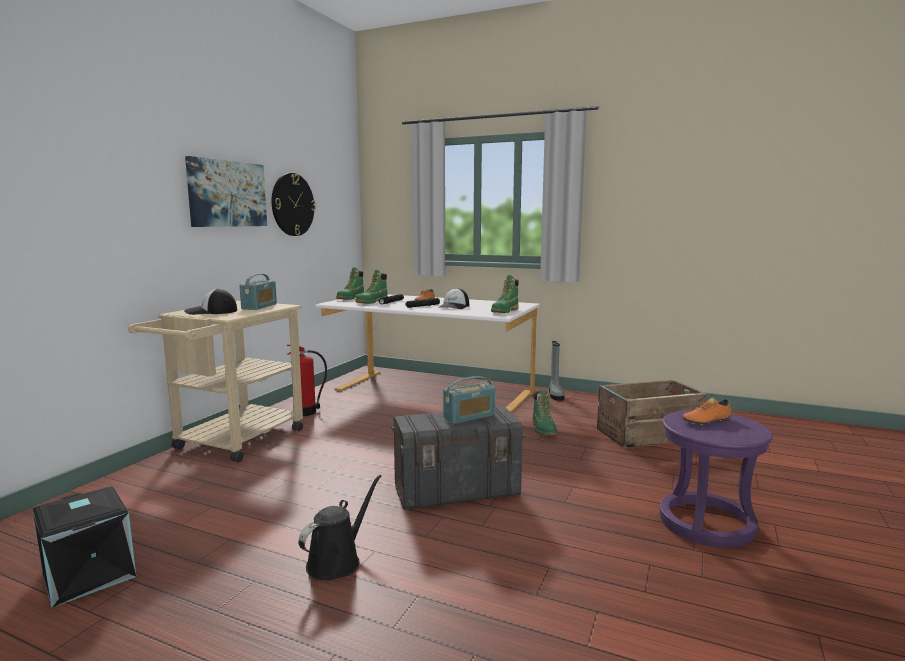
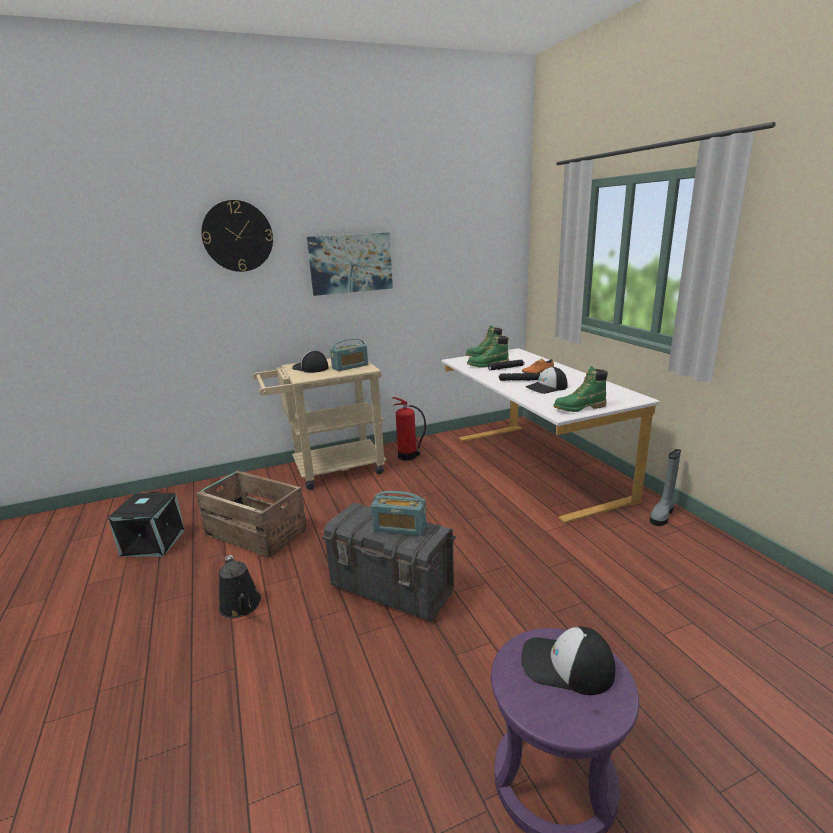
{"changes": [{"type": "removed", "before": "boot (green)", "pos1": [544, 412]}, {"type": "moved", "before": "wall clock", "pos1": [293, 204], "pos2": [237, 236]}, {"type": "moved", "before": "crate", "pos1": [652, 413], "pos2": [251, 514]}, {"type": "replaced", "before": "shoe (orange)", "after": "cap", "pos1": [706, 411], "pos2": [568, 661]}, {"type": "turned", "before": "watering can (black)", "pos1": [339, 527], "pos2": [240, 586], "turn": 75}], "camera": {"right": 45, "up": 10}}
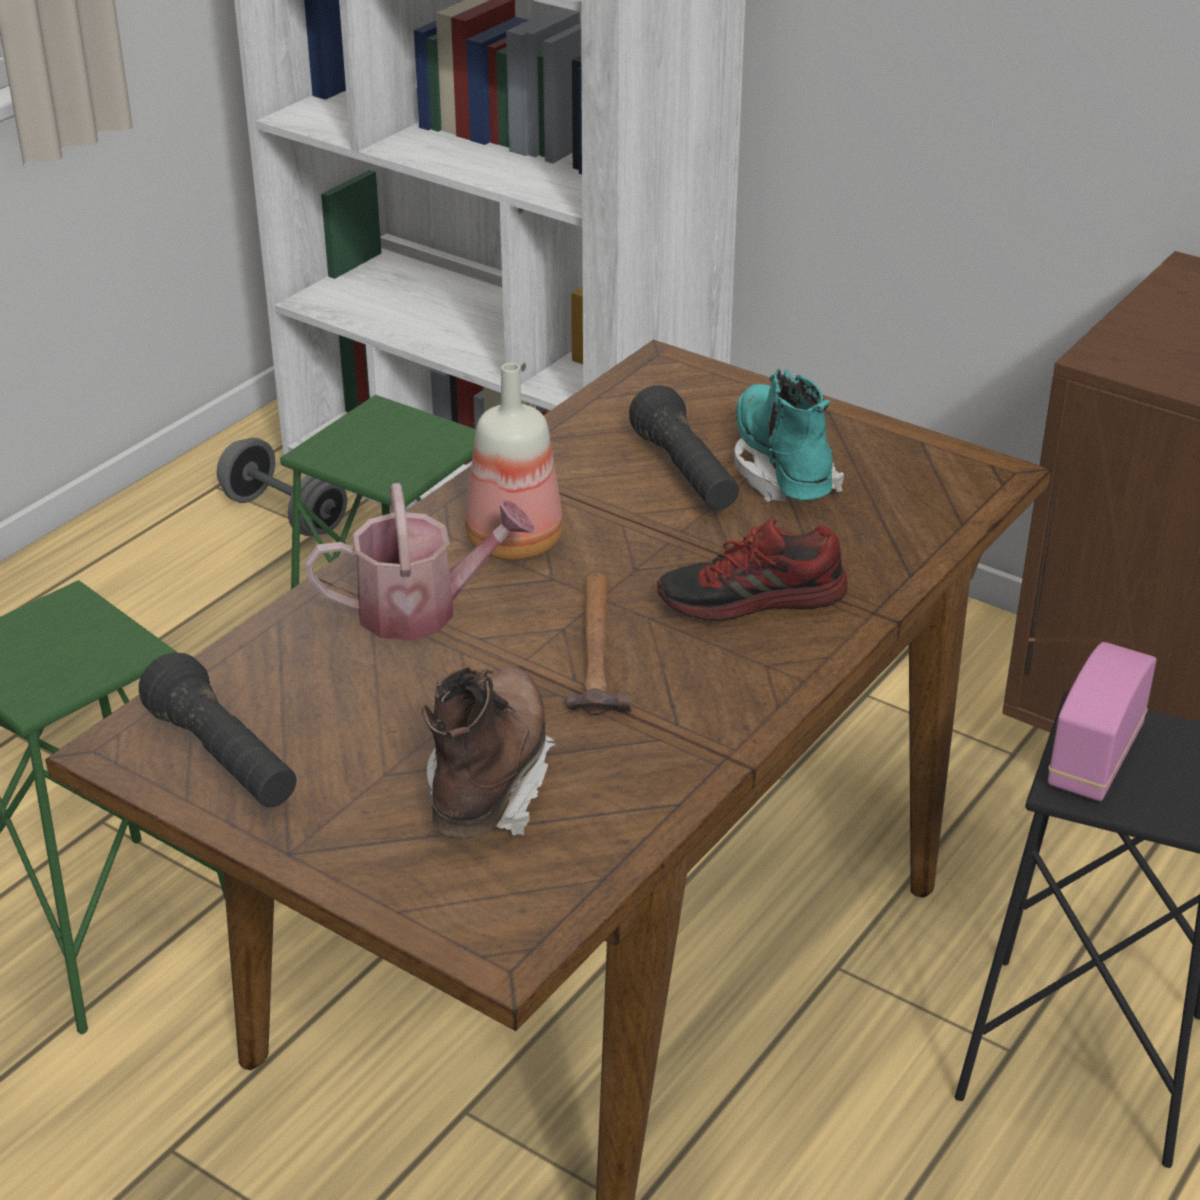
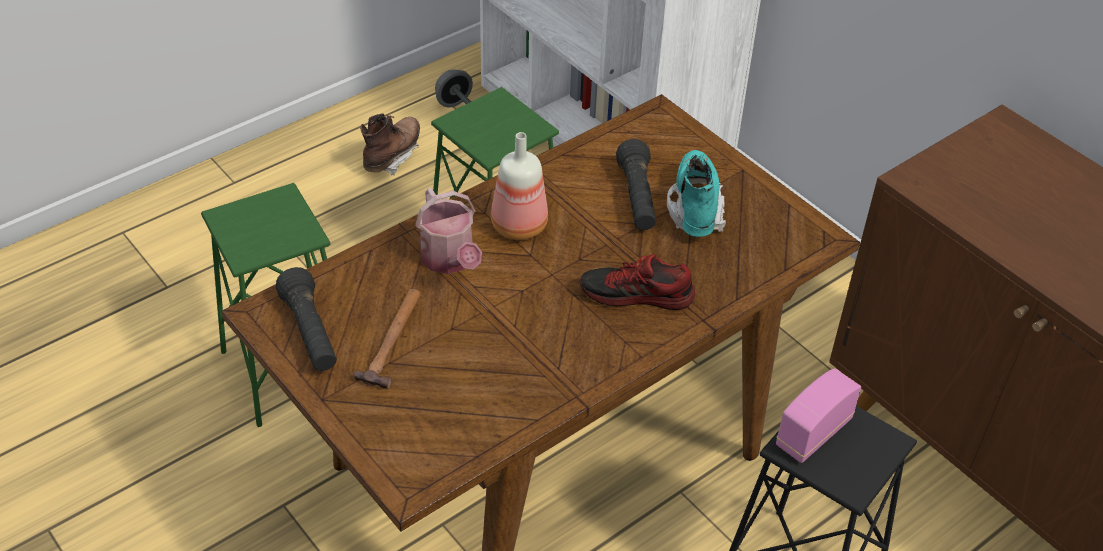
{"changes": [{"type": "moved", "before": "boot (brown)", "pos1": [489, 753], "pos2": [390, 144]}, {"type": "moved", "before": "hammer", "pos1": [598, 644], "pos2": [387, 339]}, {"type": "turned", "before": "watering can", "pos1": [420, 562], "pos2": [448, 231], "turn": 60}], "camera": {"right": 15, "up": 10}}
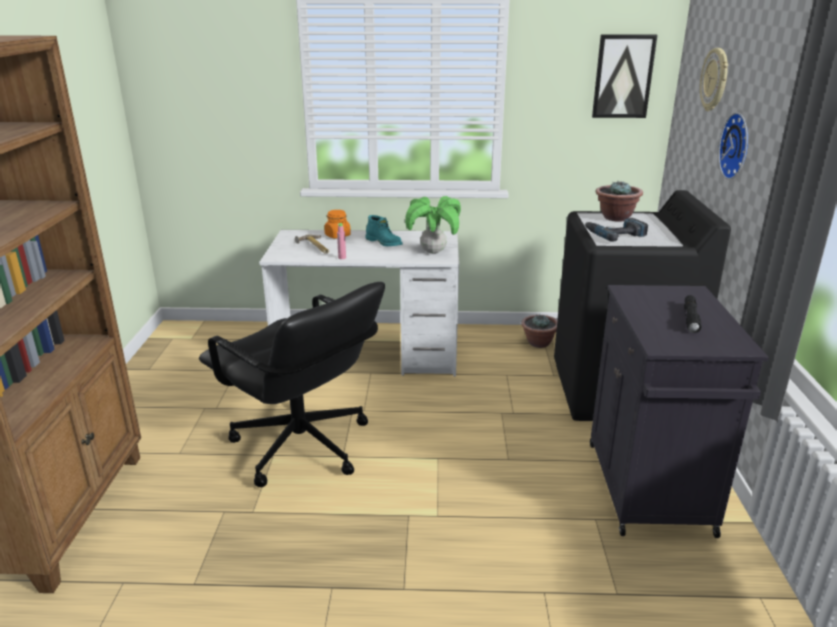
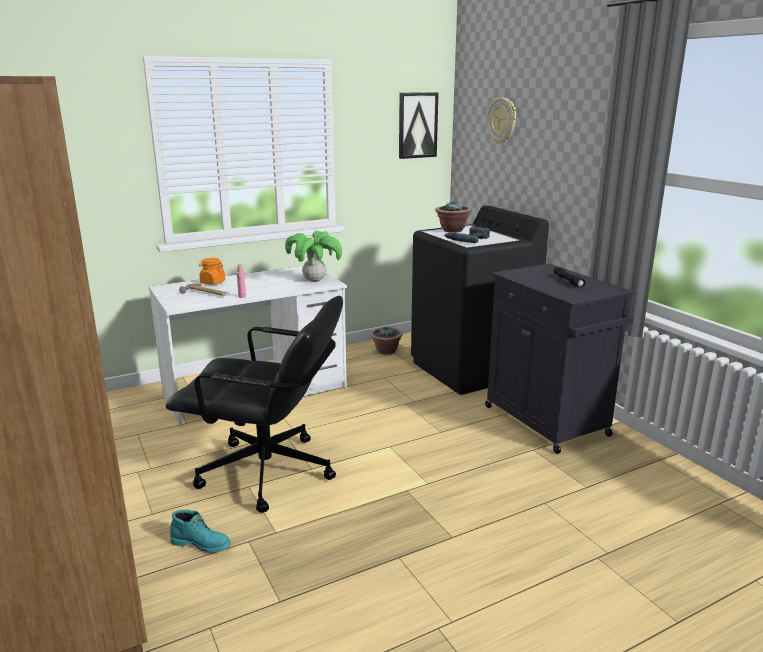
{"changes": [{"type": "removed", "before": "wall clock", "pos1": [733, 146]}, {"type": "moved", "before": "boot (turquoise)", "pos1": [384, 230], "pos2": [200, 531]}], "camera": {"right": -30, "up": -5}}
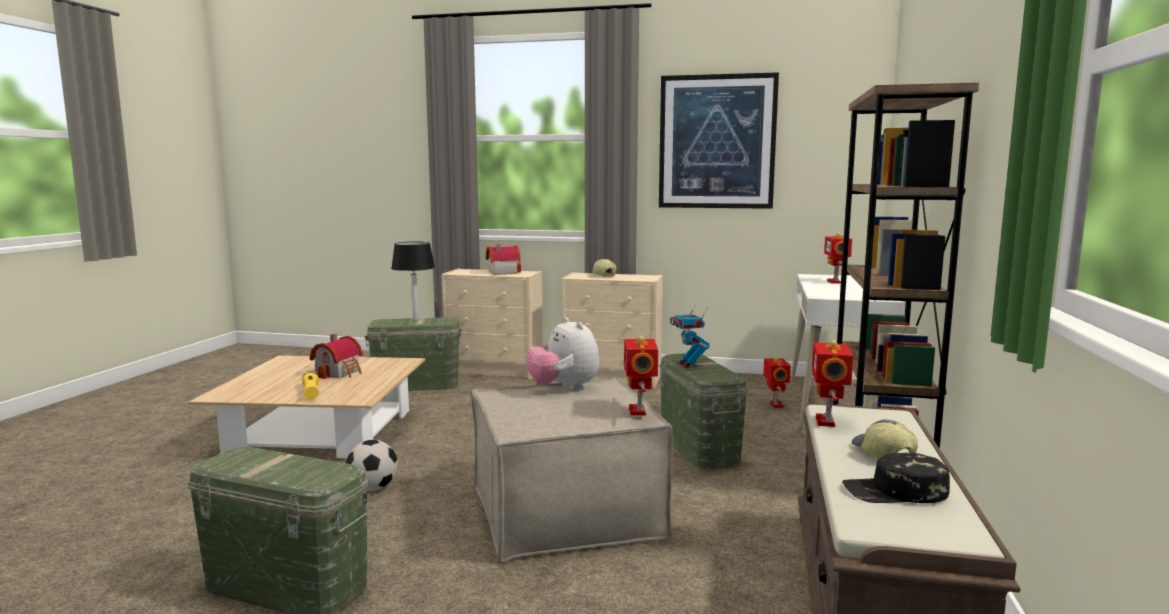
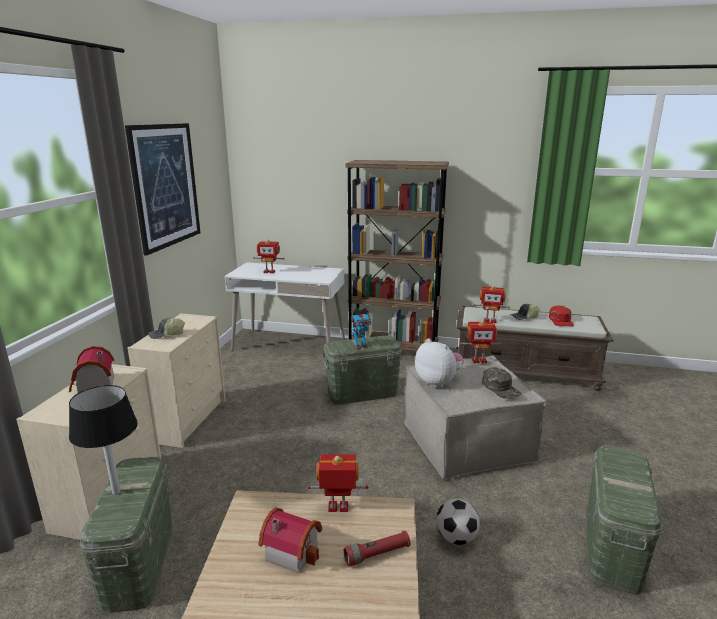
{"changes": [{"type": "added", "after": "cap (green)", "pos2": [502, 383]}, {"type": "moved", "before": "toy robot", "pos1": [777, 382], "pos2": [338, 483]}, {"type": "recoloured", "before": "flashlight (yellow)", "after": "flashlight (red)", "pos1": [310, 385], "pos2": [377, 548]}, {"type": "recoloured", "before": "cap (black)", "after": "cap (red)", "pos1": [896, 477], "pos2": [561, 315]}, {"type": "turned", "before": "plush toy", "pos1": [562, 353], "pos2": [439, 363], "turn": -105}], "camera": {"right": -90, "up": 10}}
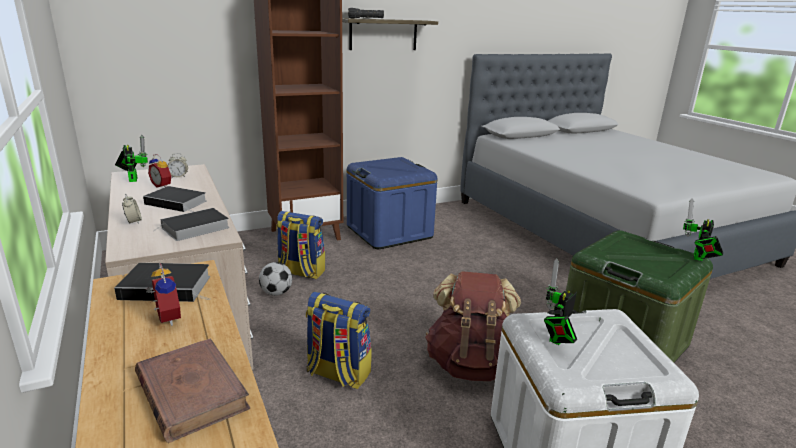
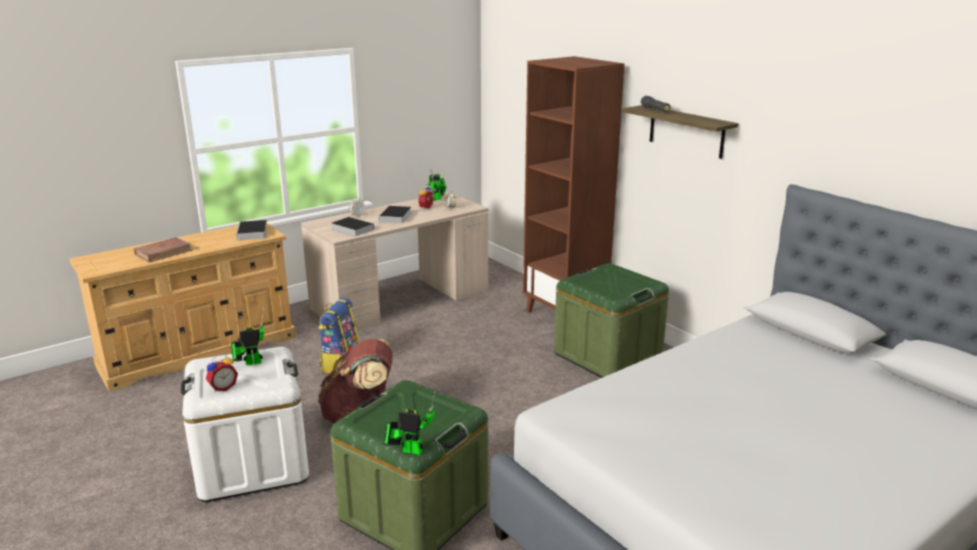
{"changes": [{"type": "removed", "before": "football", "pos1": [275, 279]}, {"type": "removed", "before": "backpack", "pos1": [300, 245]}, {"type": "moved", "before": "alarm clock", "pos1": [163, 294], "pos2": [222, 373]}, {"type": "recoloured", "before": "storage box (blue)", "after": "storage box (green)", "pos1": [392, 203], "pos2": [611, 320]}, {"type": "turned", "before": "toy robot", "pos1": [560, 302], "pos2": [248, 335], "turn": -45}], "camera": {"right": 80, "up": 0}}
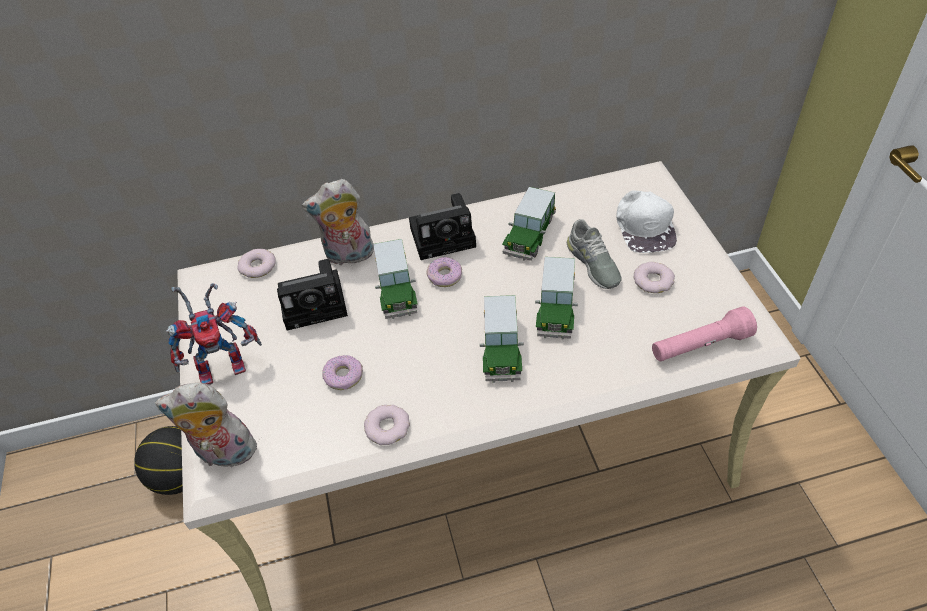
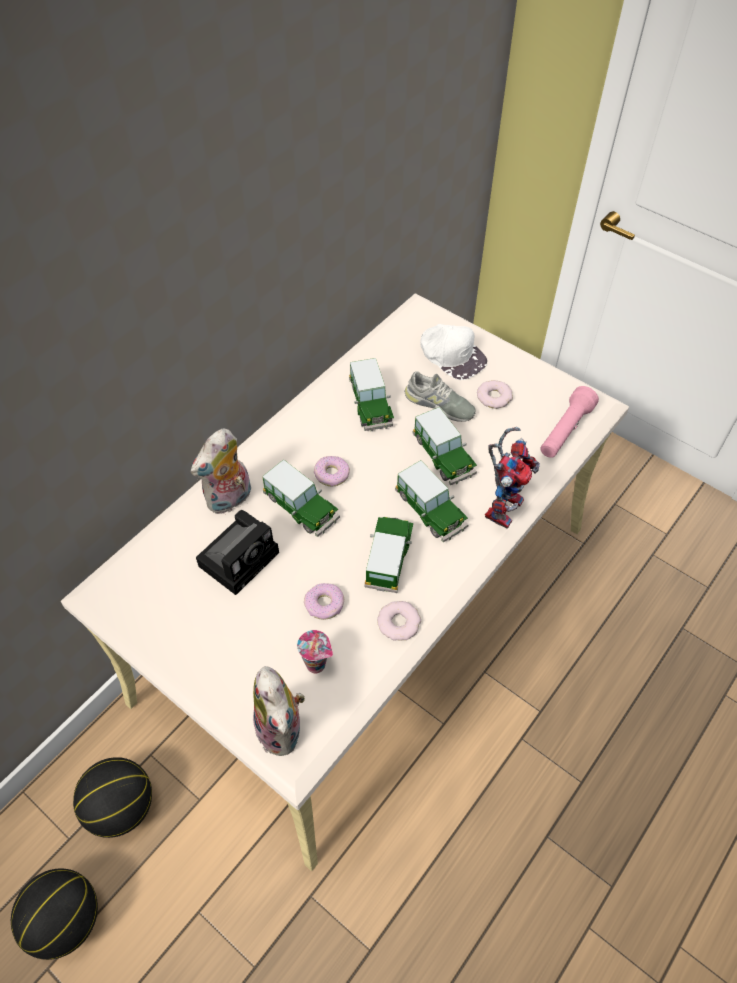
{"changes": [{"type": "removed", "before": "donut", "pos1": [256, 263]}, {"type": "removed", "before": "photo camera", "pos1": [442, 226]}, {"type": "added", "after": "basketball", "pos2": [54, 914]}, {"type": "added", "after": "cup", "pos2": [315, 651]}, {"type": "added", "after": "toy car", "pos2": [388, 555]}, {"type": "moved", "before": "toy robot", "pos1": [214, 334], "pos2": [512, 477]}, {"type": "turned", "before": "plush toy", "pos1": [206, 427], "pos2": [279, 711], "turn": -75}], "camera": {"right": -40, "up": 5}}
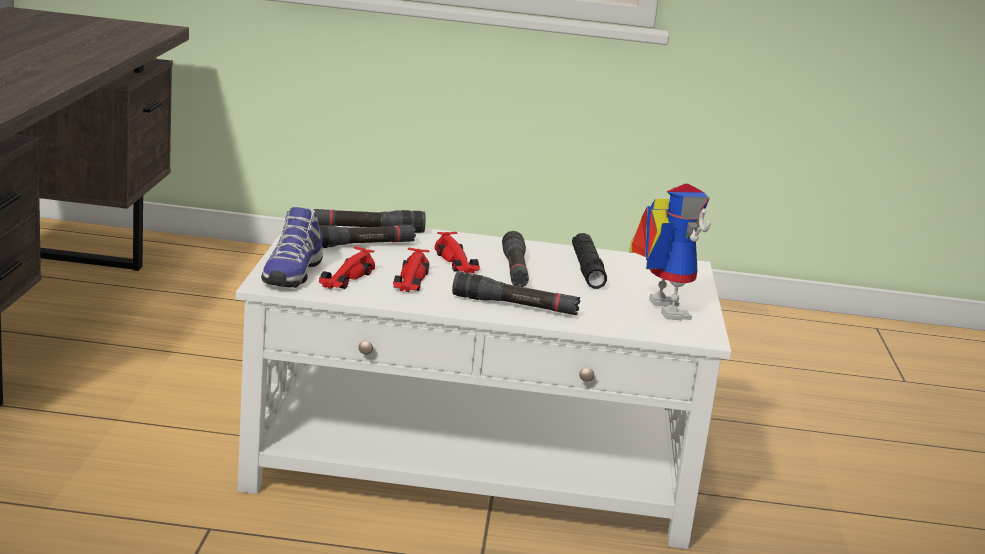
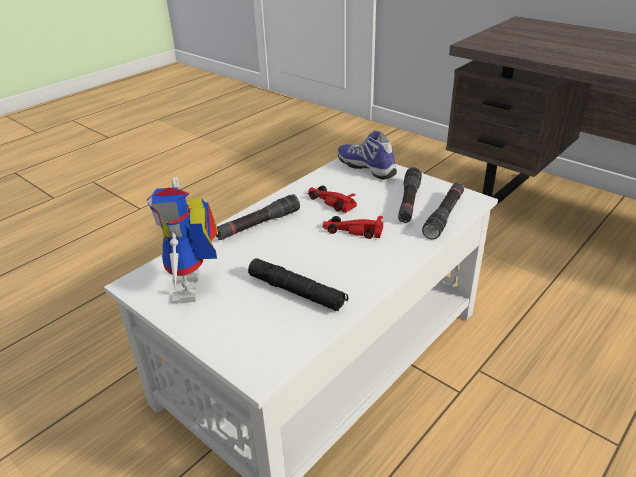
{"changes": [{"type": "removed", "before": "toy car (red)", "pos1": [347, 267]}, {"type": "removed", "before": "flashlight (black)", "pos1": [515, 259]}, {"type": "turned", "before": "toy robot", "pos1": [670, 252], "pos2": [182, 240], "turn": 60}], "camera": {"right": 130, "up": 15}}
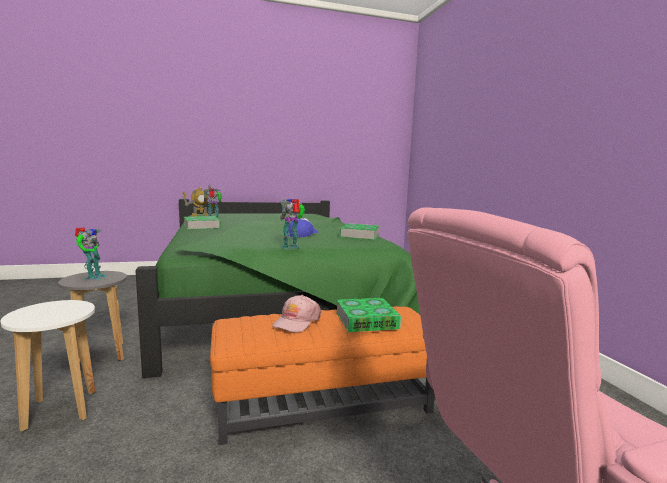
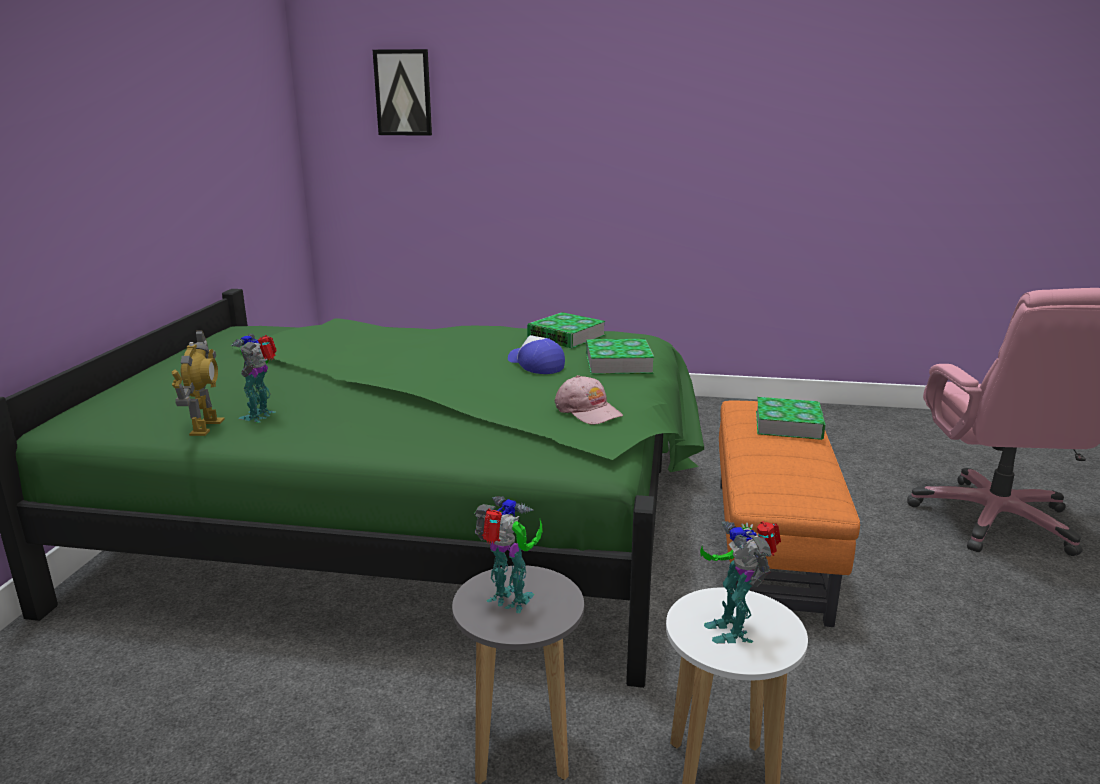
{"changes": [{"type": "added", "after": "picture", "pos2": [402, 92]}, {"type": "moved", "before": "book", "pos1": [202, 222], "pos2": [620, 356]}, {"type": "moved", "before": "cap (pink)", "pos1": [296, 313], "pos2": [589, 400]}, {"type": "moved", "before": "toy robot", "pos1": [292, 224], "pos2": [740, 582]}], "camera": {"right": -65, "up": 10}}
